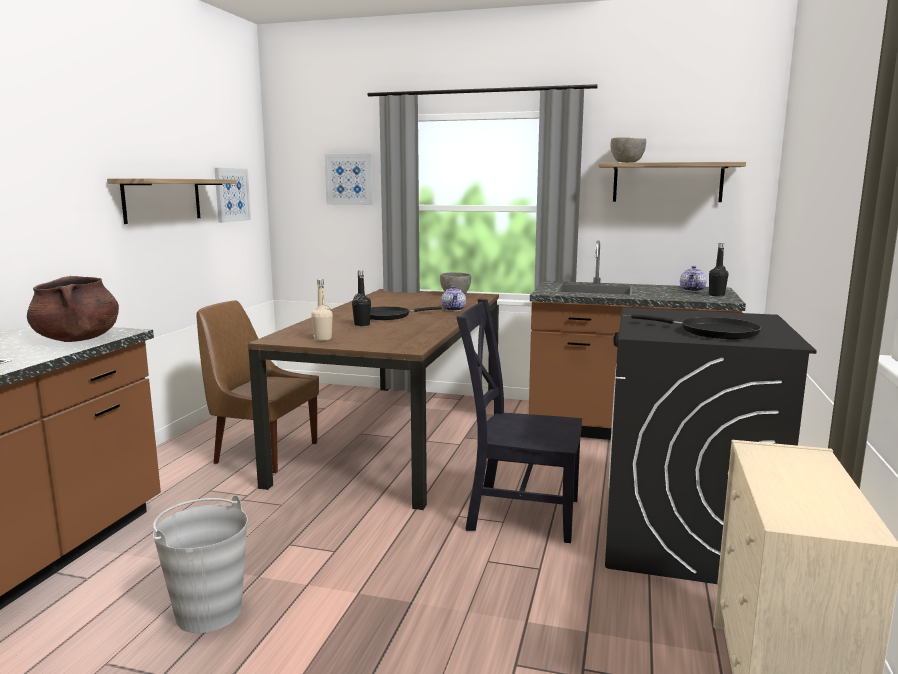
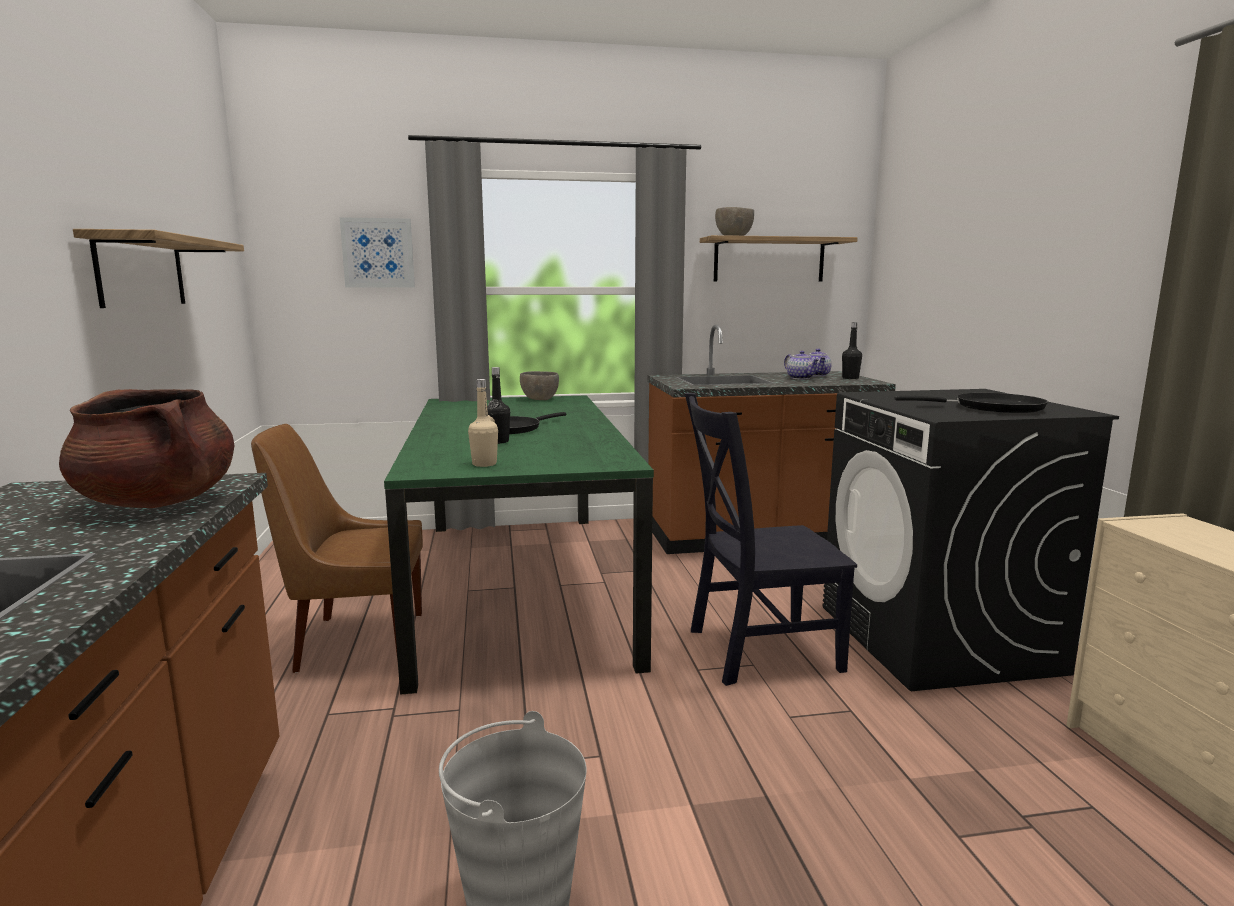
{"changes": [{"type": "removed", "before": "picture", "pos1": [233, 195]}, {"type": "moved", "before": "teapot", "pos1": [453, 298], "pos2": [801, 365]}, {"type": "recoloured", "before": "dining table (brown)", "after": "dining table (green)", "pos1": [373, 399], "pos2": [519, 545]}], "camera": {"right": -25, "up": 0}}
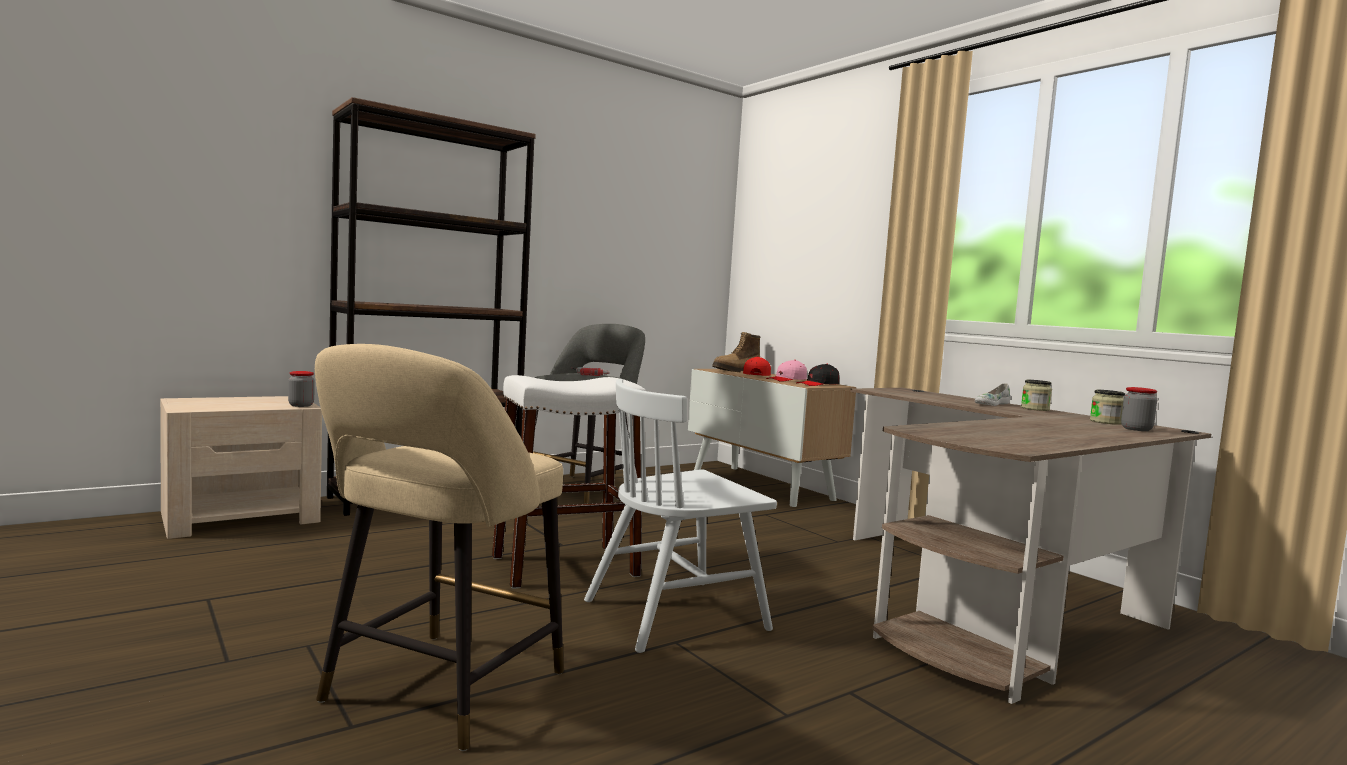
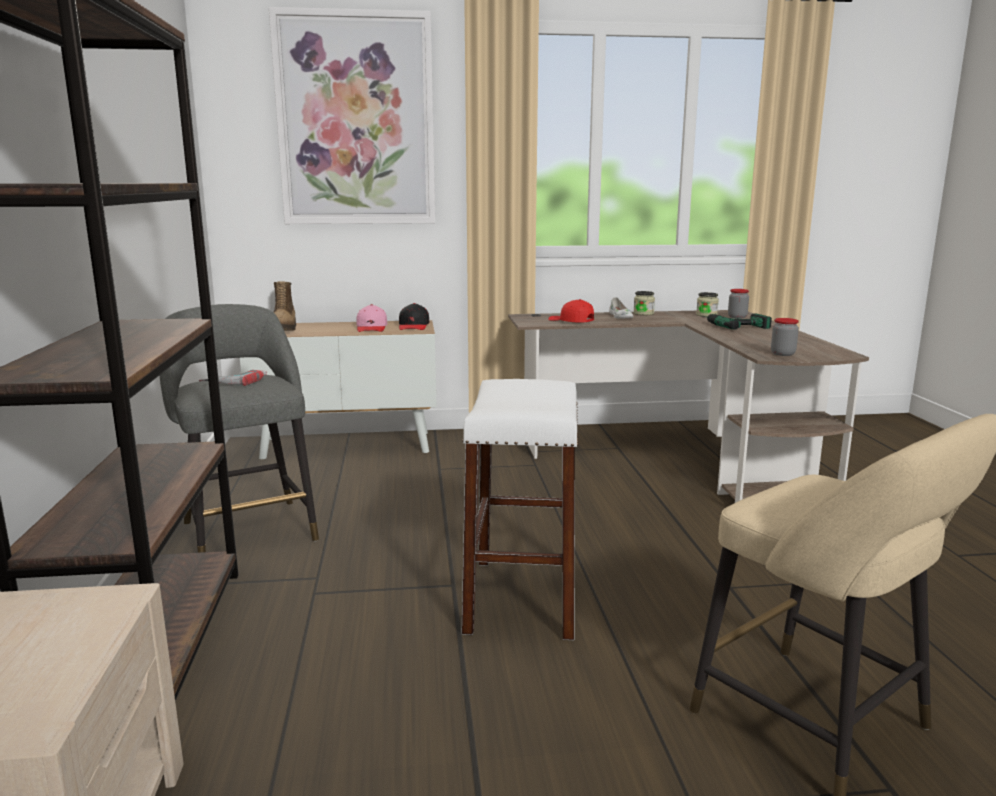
{"changes": [{"type": "removed", "before": "chair (white)", "pos1": [680, 516]}, {"type": "added", "after": "picture", "pos2": [352, 115]}, {"type": "added", "after": "power drill", "pos2": [737, 321]}, {"type": "moved", "before": "jar", "pos1": [301, 389], "pos2": [785, 337]}, {"type": "moved", "before": "cap (red)", "pos1": [757, 366], "pos2": [571, 310]}], "camera": {"right": -60, "up": 10}}
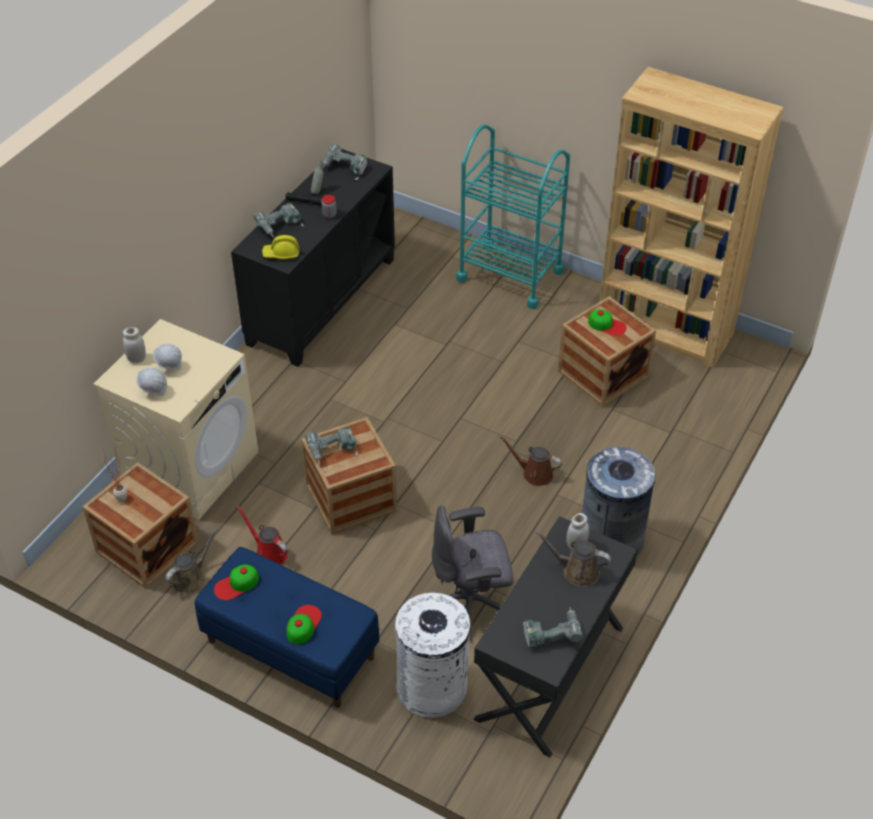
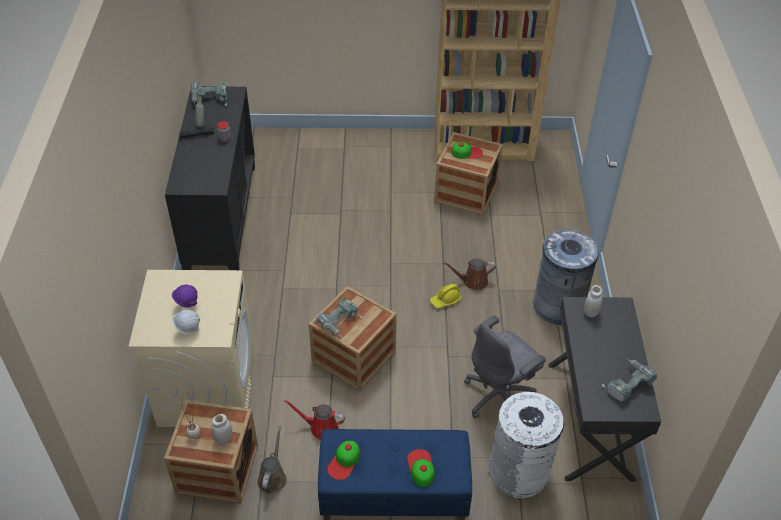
{"changes": [{"type": "removed", "before": "power drill", "pos1": [279, 220]}, {"type": "removed", "before": "cart (turquoise)", "pos1": [513, 216]}, {"type": "removed", "before": "watering can (brown)", "pos1": [572, 558]}, {"type": "moved", "before": "jar (white)", "pos1": [134, 345], "pos2": [222, 429]}, {"type": "moved", "before": "hard hat (yellow)", "pos1": [280, 247], "pos2": [445, 296]}, {"type": "recoloured", "before": "hard hat (white)", "after": "hard hat (purple)", "pos1": [167, 357], "pos2": [185, 296]}], "camera": {"right": -30, "up": 0}}
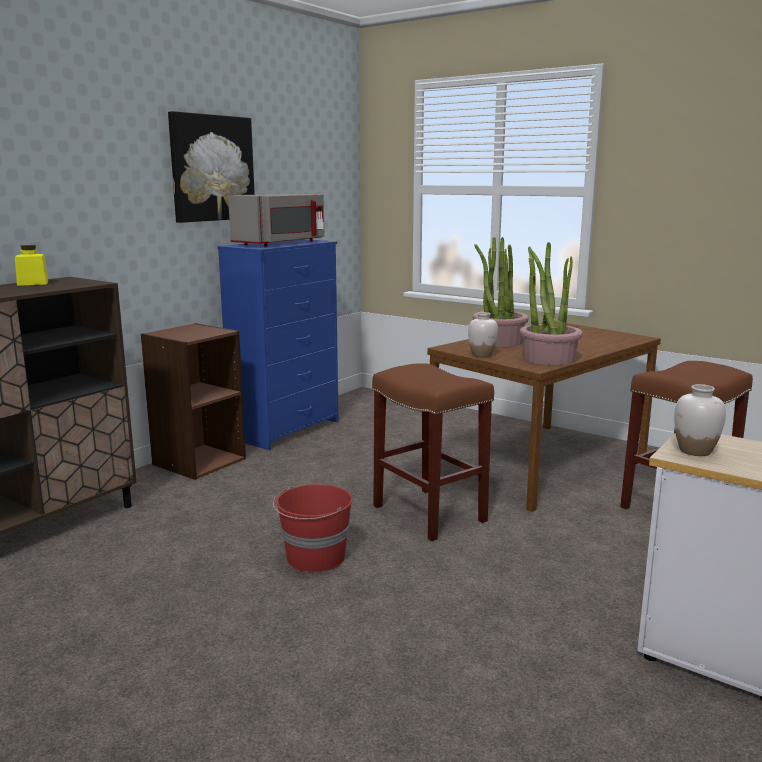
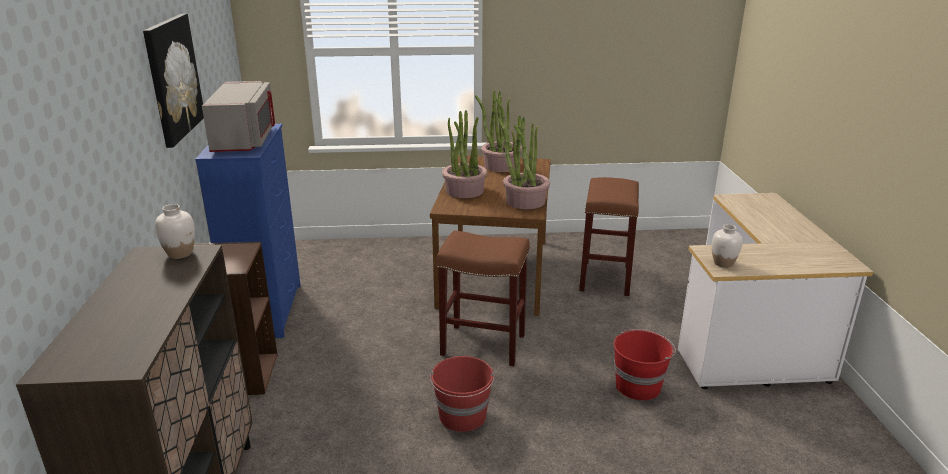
{"changes": [{"type": "removed", "before": "jar (yellow)", "pos1": [31, 265]}, {"type": "added", "after": "potted plant", "pos2": [498, 131]}, {"type": "added", "after": "bucket (red)", "pos2": [644, 365]}, {"type": "moved", "before": "vase (white)", "pos1": [483, 334], "pos2": [175, 231]}], "camera": {"right": -40, "up": 10}}
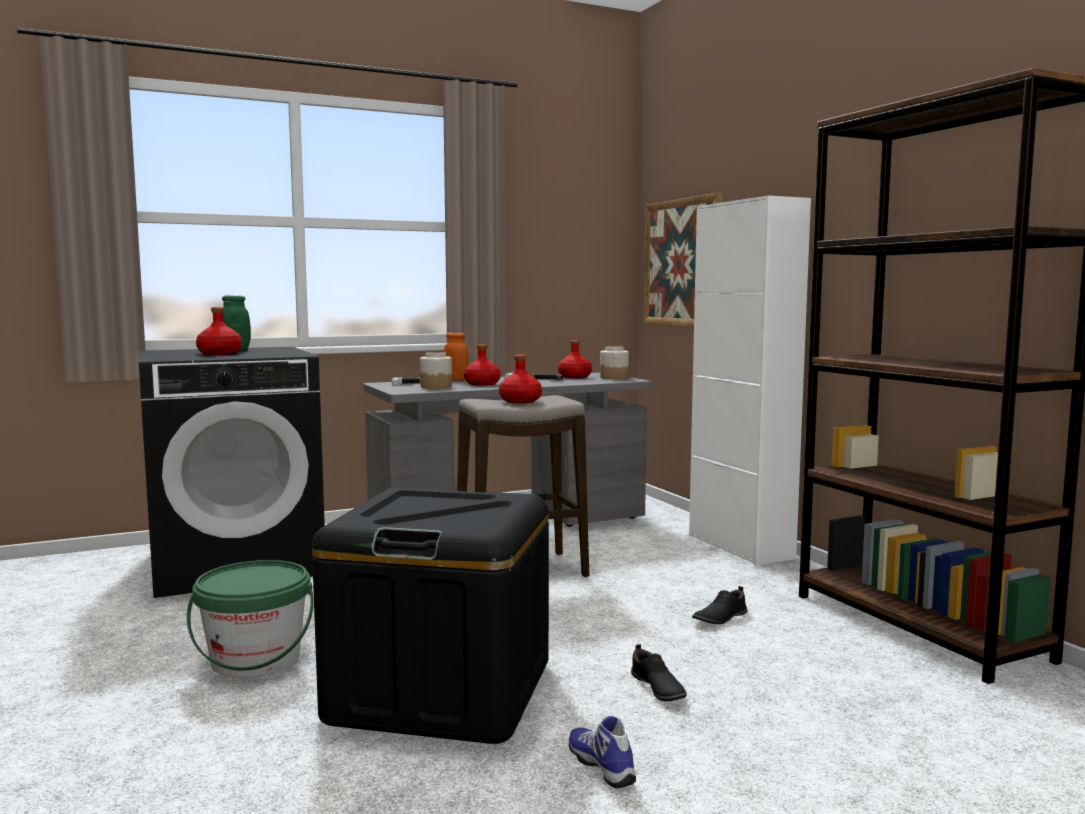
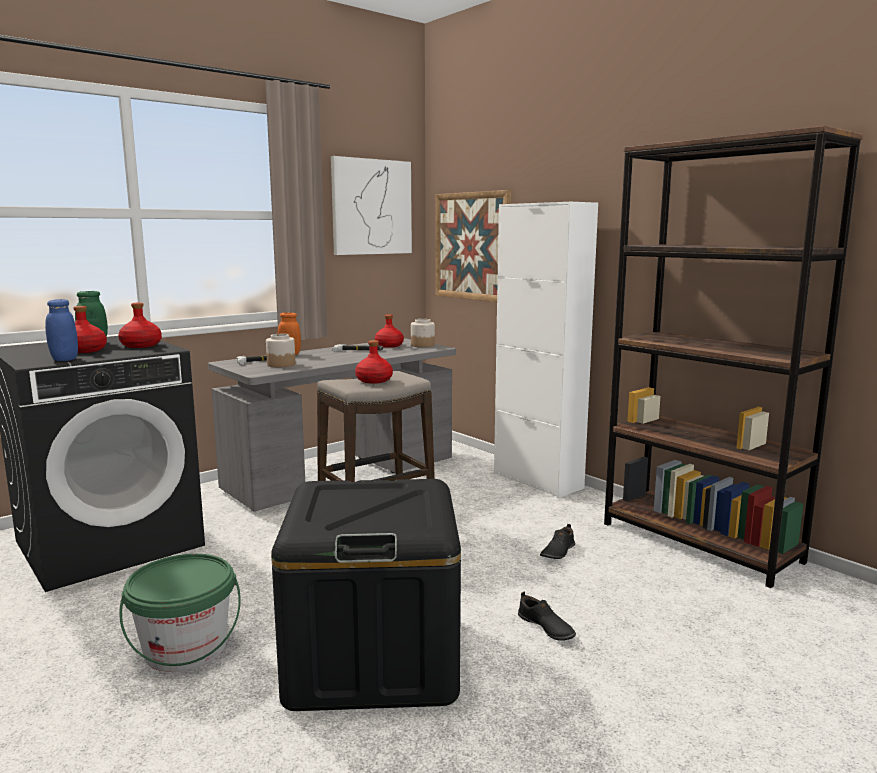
{"changes": [{"type": "removed", "before": "shoe", "pos1": [602, 752]}, {"type": "added", "after": "jar (blue)", "pos2": [61, 330]}, {"type": "added", "after": "picture", "pos2": [371, 205]}, {"type": "moved", "before": "bottle (red)", "pos1": [482, 365], "pos2": [140, 325]}], "camera": {"right": -15, "up": 5}}
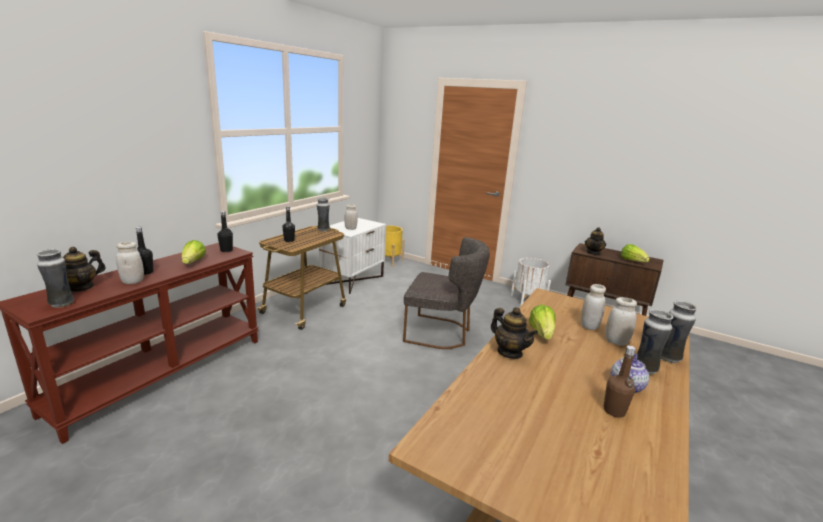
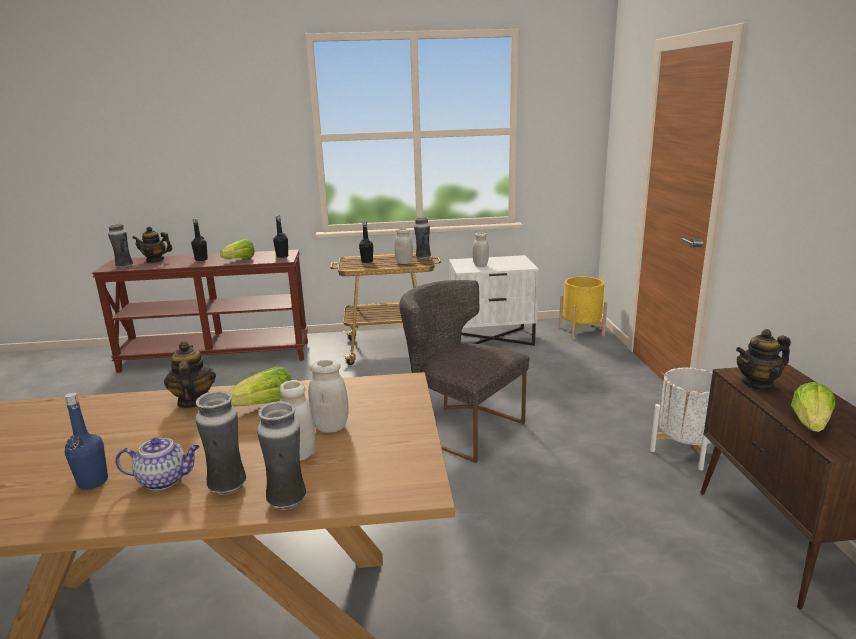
{"changes": [{"type": "moved", "before": "jar (white)", "pos1": [130, 263], "pos2": [403, 246]}, {"type": "recoloured", "before": "bottle (brown)", "after": "bottle (blue)", "pos1": [620, 381], "pos2": [86, 441]}, {"type": "turned", "before": "chair (grey)", "pos1": [446, 293], "pos2": [464, 371], "turn": 150}, {"type": "turned", "before": "teapot", "pos1": [514, 333], "pos2": [190, 374], "turn": 150}], "camera": {"right": 55, "up": 0}}
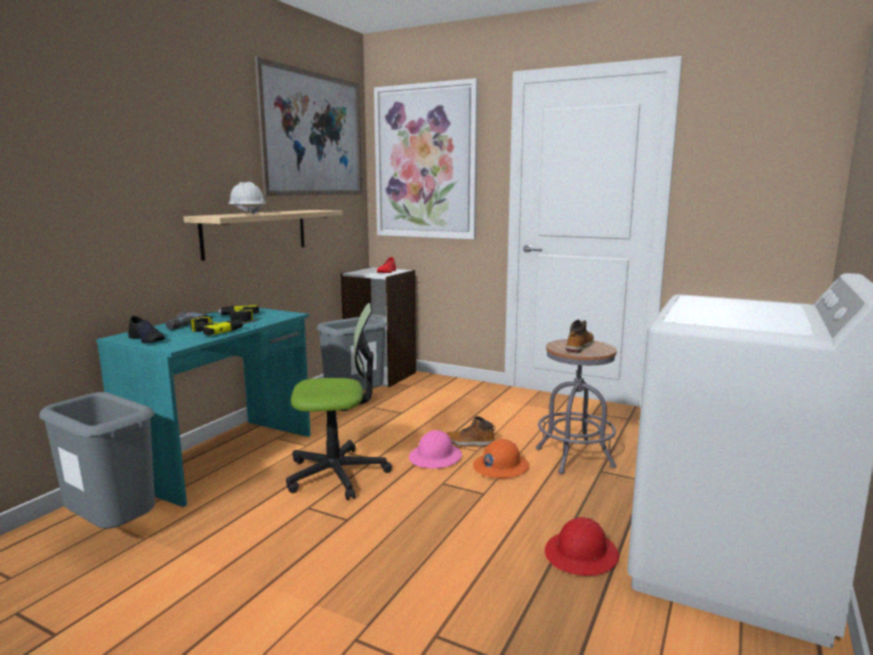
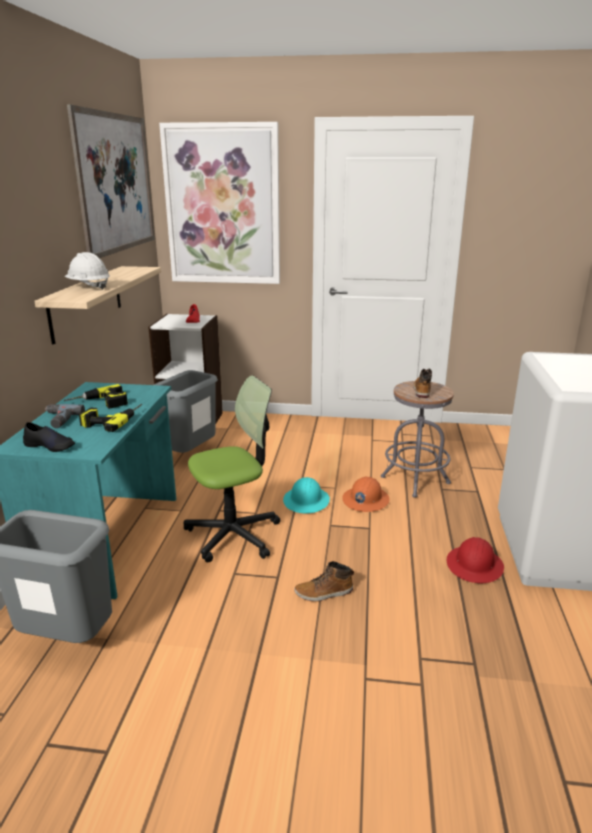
{"changes": [{"type": "moved", "before": "boot", "pos1": [470, 431], "pos2": [324, 581]}, {"type": "recoloured", "before": "hard hat (pink)", "after": "hard hat (turquoise)", "pos1": [435, 449], "pos2": [306, 495]}], "camera": {"right": -20, "up": 10}}
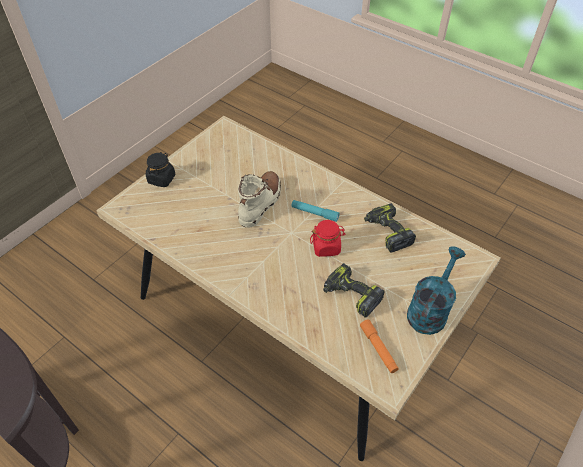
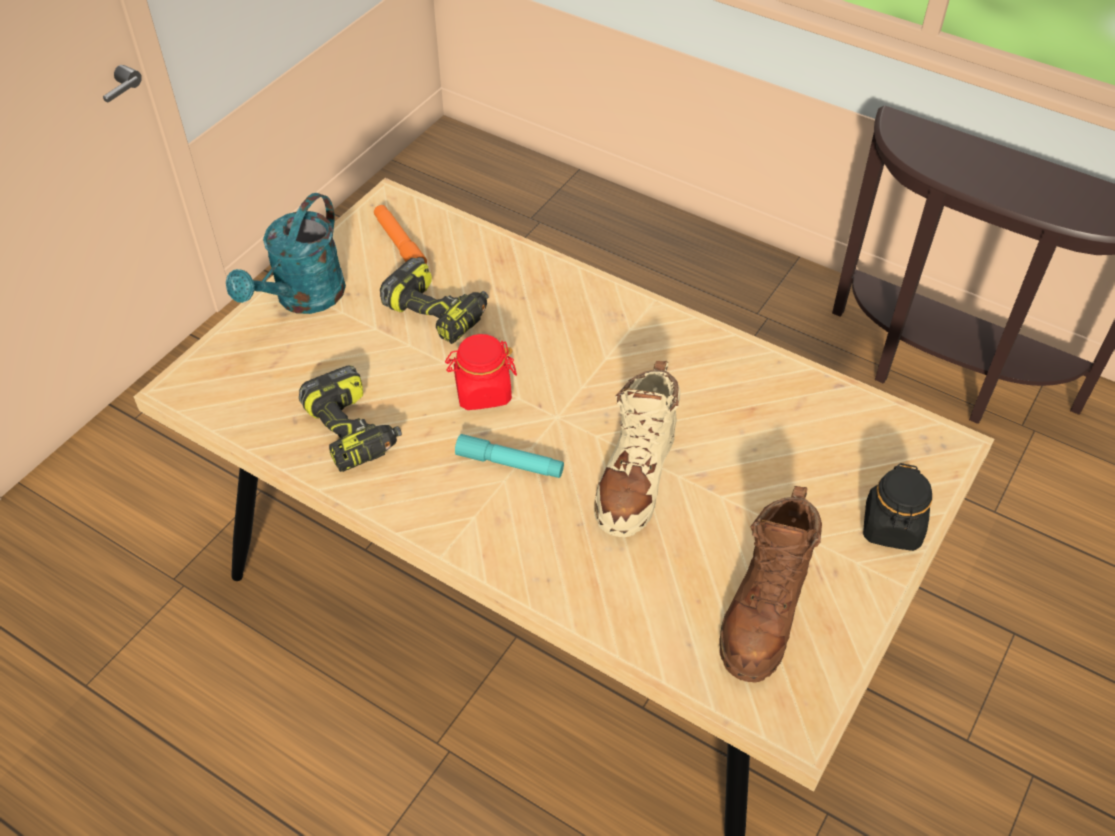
{"changes": [{"type": "added", "after": "boot (brown)", "pos2": [770, 584]}], "camera": {"right": 175, "up": 0}}
